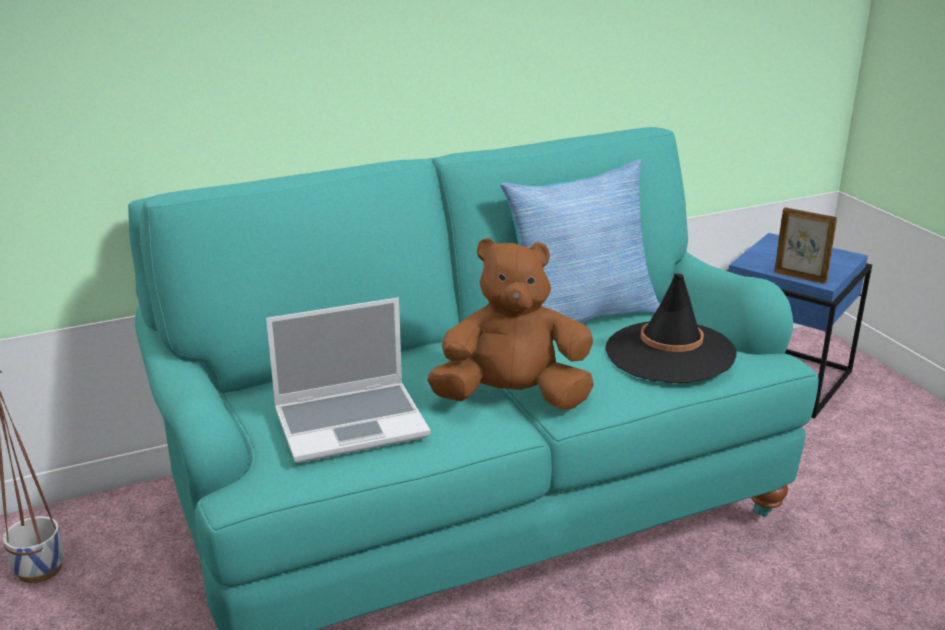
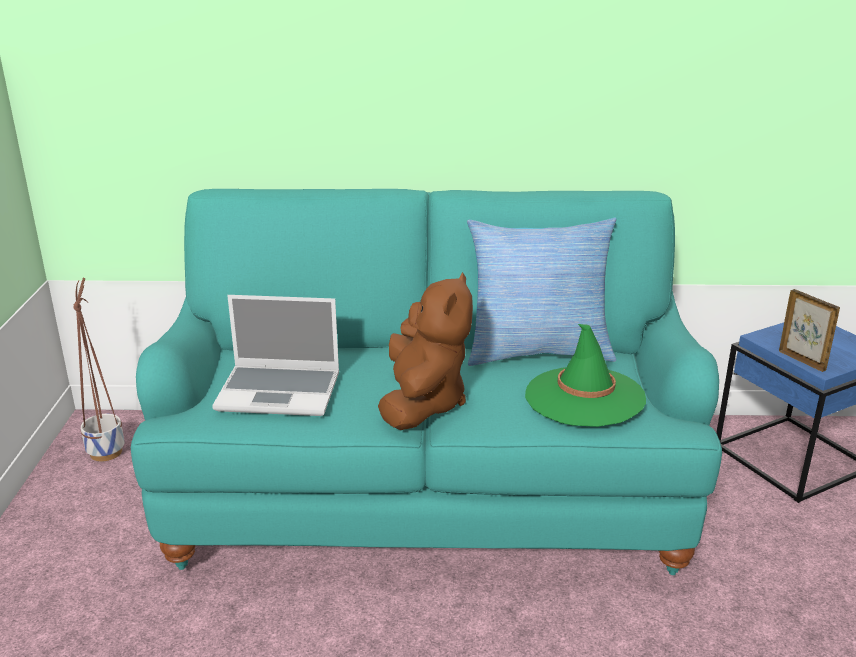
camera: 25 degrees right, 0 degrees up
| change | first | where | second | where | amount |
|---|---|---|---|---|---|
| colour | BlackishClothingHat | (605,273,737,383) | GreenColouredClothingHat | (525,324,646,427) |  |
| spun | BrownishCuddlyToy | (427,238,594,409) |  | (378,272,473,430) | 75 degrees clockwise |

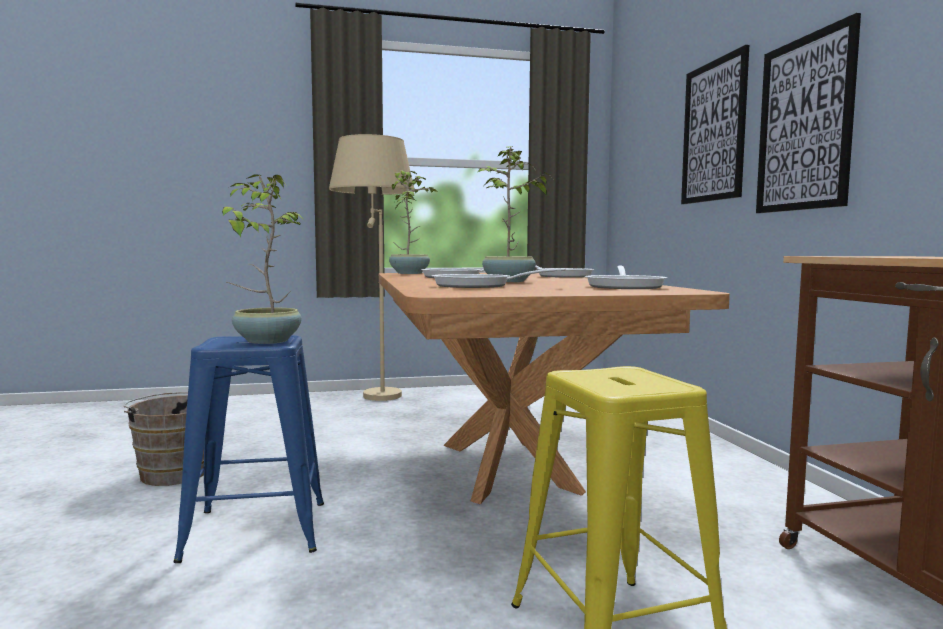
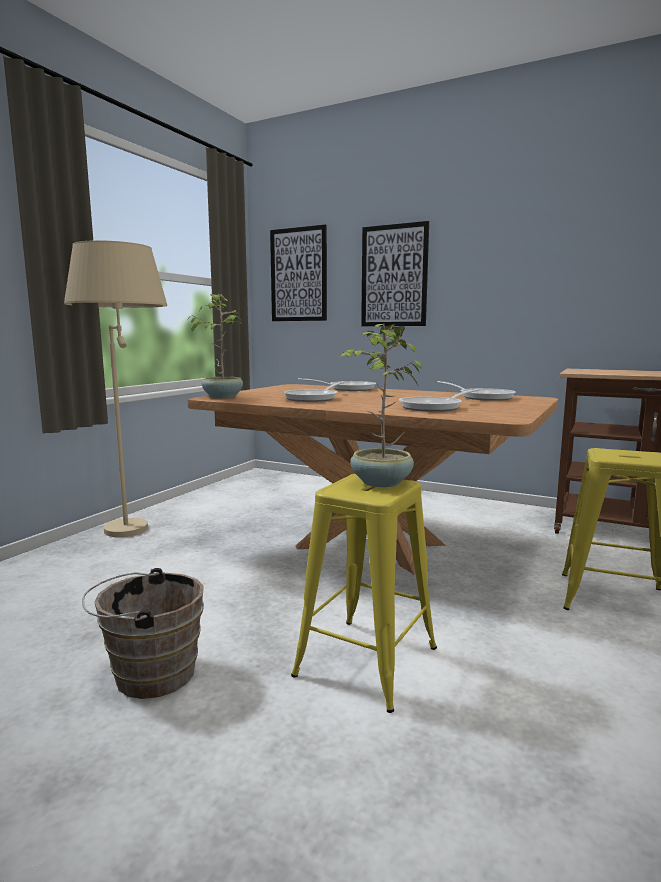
camera: 50 degrees left, 5 degrees up
| change | first | where | second | where | amount |
|---|---|---|---|---|---|
| missing | PlantInAPot | (478,146,553,282) |  |  |  |
| relocated | WallArt | (756,13,861,213) |  | (270,225,327,321) |  |
| colour | BlueColouredSittingStool | (174,335,324,563) | YellowishSittingStool | (291,474,437,713) |  |

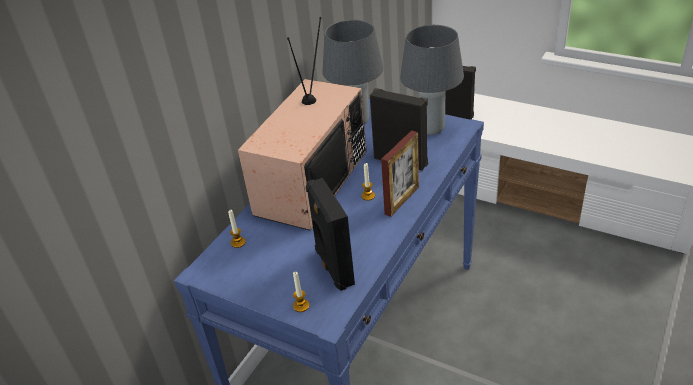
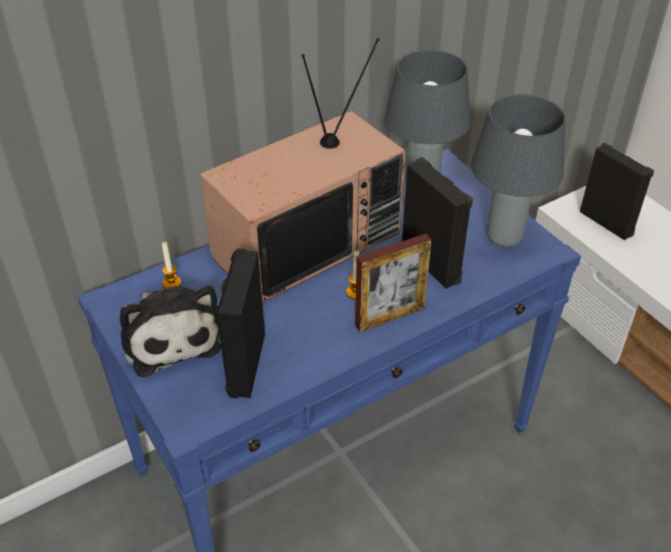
camera: 25 degrees right, 5 degrees up
| change | first | where | second | where | amount |
|---|---|---|---|---|---|
| missing | WaxLight | (293,272,309,312) |  |  |  |
| appeared |  |  | CuddlyToy | (120,286,221,377) |  |

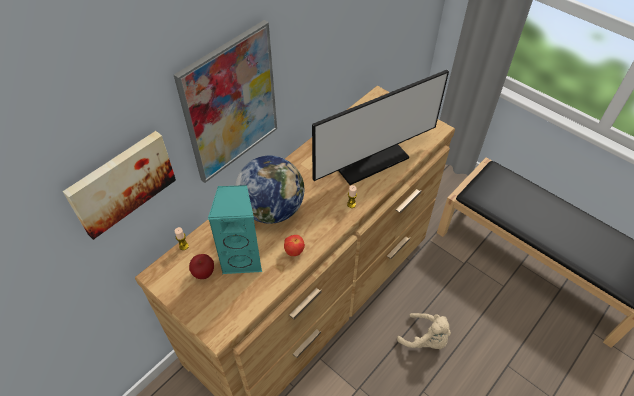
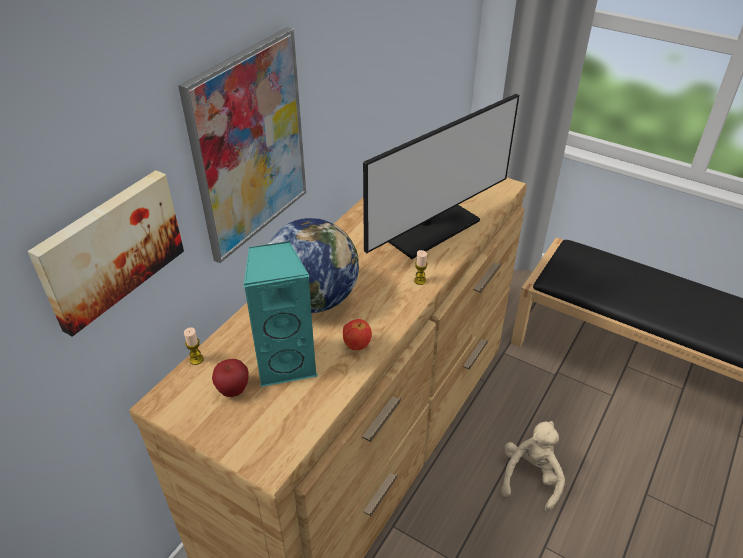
camera: 10 degrees left, 10 degrees down
| change | first | where | second | where | amount |
|---|---|---|---|---|---|
| spun | BeigeColouredCuddlyToy | (397,313,451,349) |  | (501,421,565,512) | 90 degrees counterclockwise |

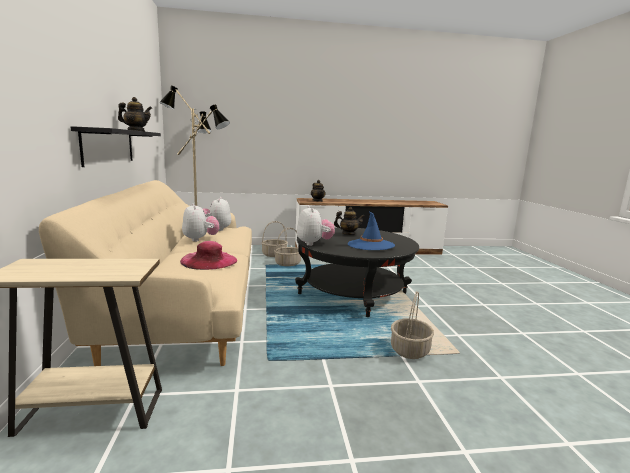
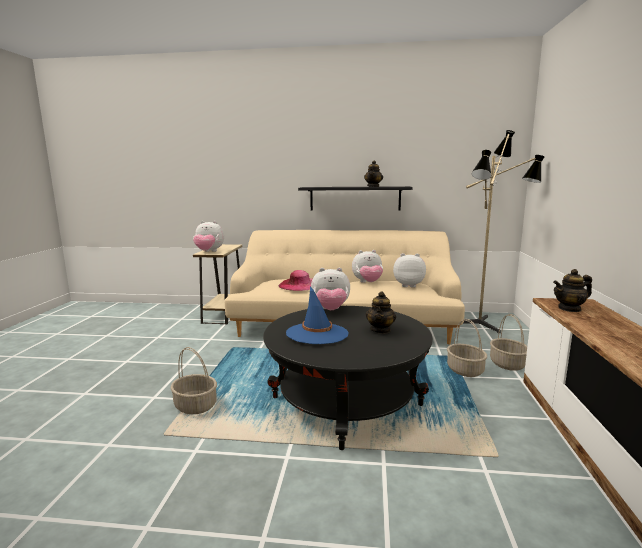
camera: 105 degrees right, 0 degrees up
| change | first | where | second | where | amount |
|---|---|---|---|---|---|
| appeared |  |  | CuddlyToy | (193,221,224,252) |  |

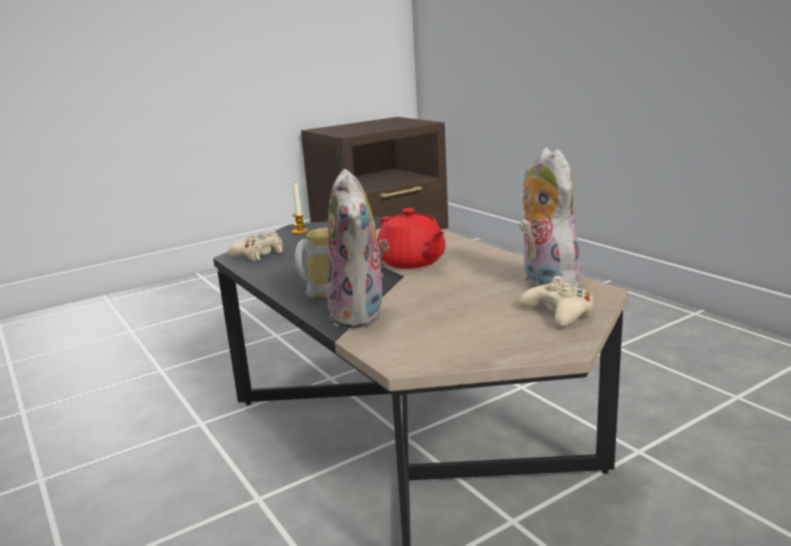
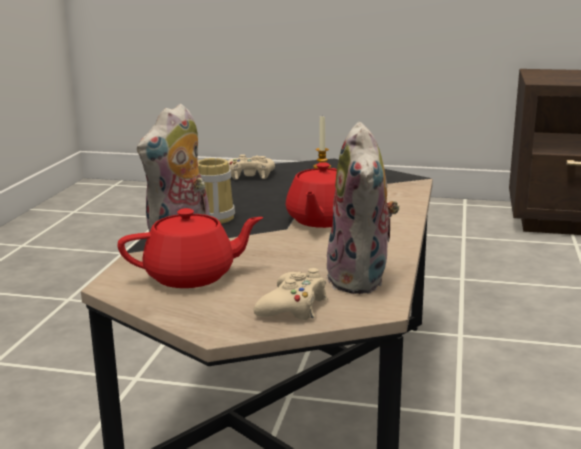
camera: 45 degrees right, 0 degrees up
| change | first | where | second | where | amount |
|---|---|---|---|---|---|
| appeared |  |  | RedTeapot | (117,208,263,288) |  |
| spun | CuddlyToy | (519,148,581,288) |  | (325,122,400,294) | 150 degrees clockwise |

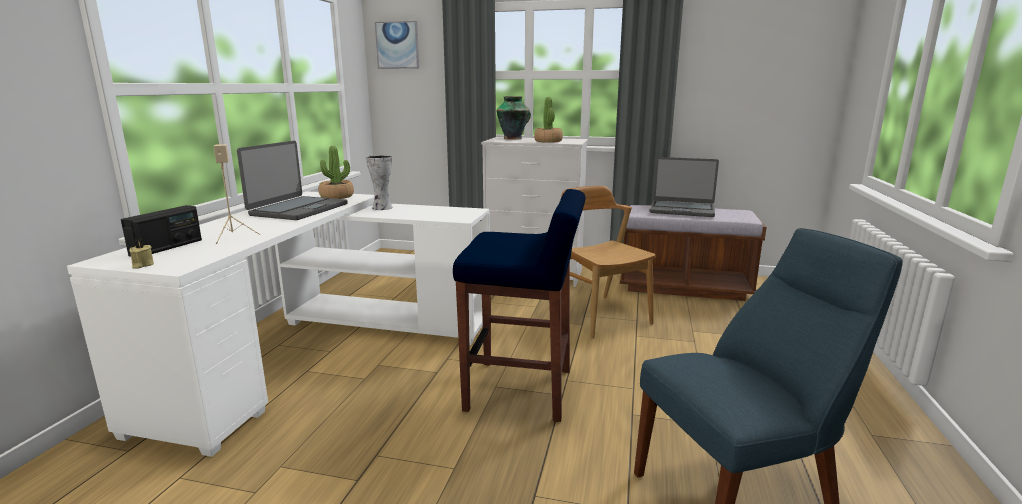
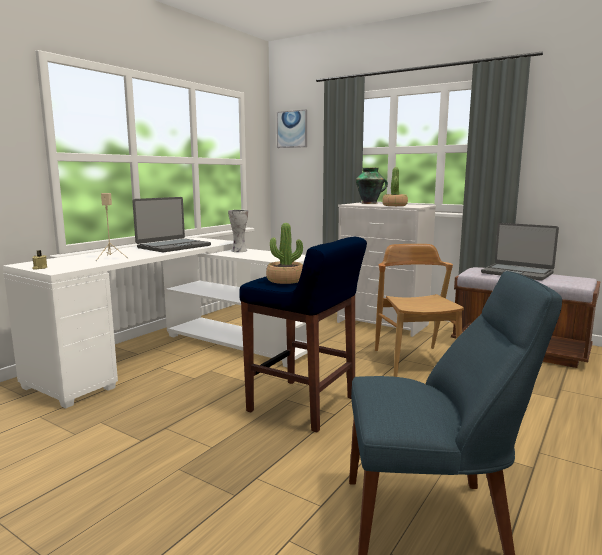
camera: 20 degrees right, 5 degrees down
| change | first | where | second | where | amount |
|---|---|---|---|---|---|
| missing | Radio | (121,205,202,256) |  |  |  |
| relocated | PlantInAPot | (319,146,354,199) |  | (266,223,303,284) |  |

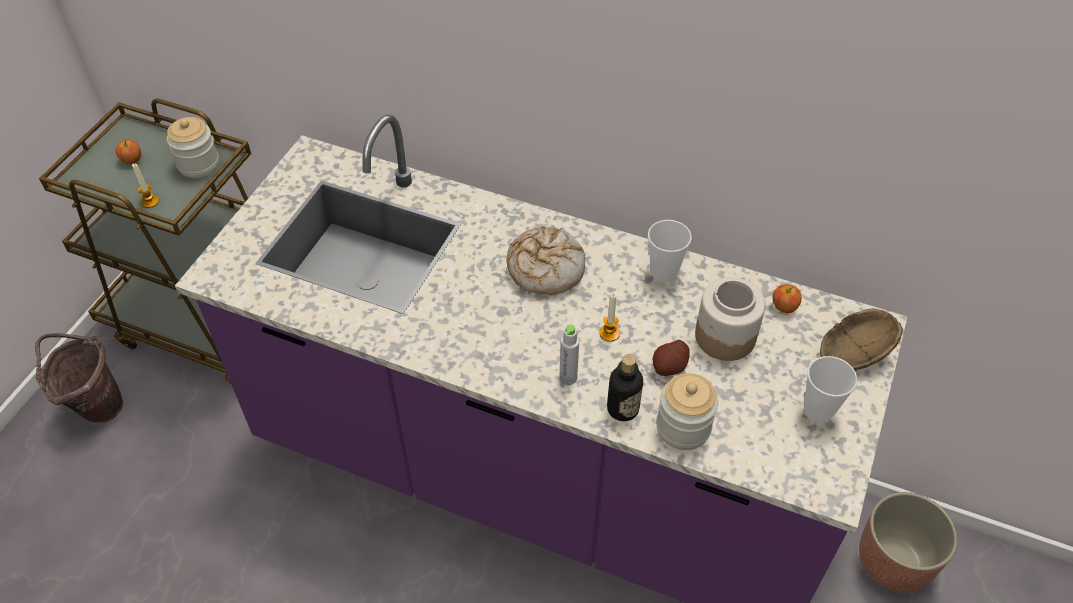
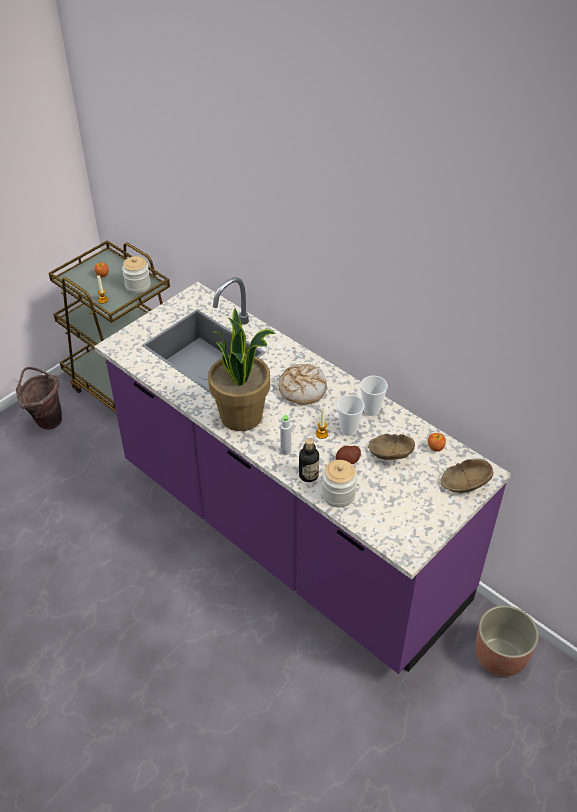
camera: 20 degrees right, 5 degrees down
| change | first | where | second | where | amount |
|---|---|---|---|---|---|
| appeared |  |  | PlantInAPot | (208,308,276,431) |  |
| relocated | SmallCup | (804,356,857,423) |  | (337,395,365,436) |  |
| exchanged | StorageJar | (695,277,766,361) | BrownishServingBowl | (368,434,415,460) |  |

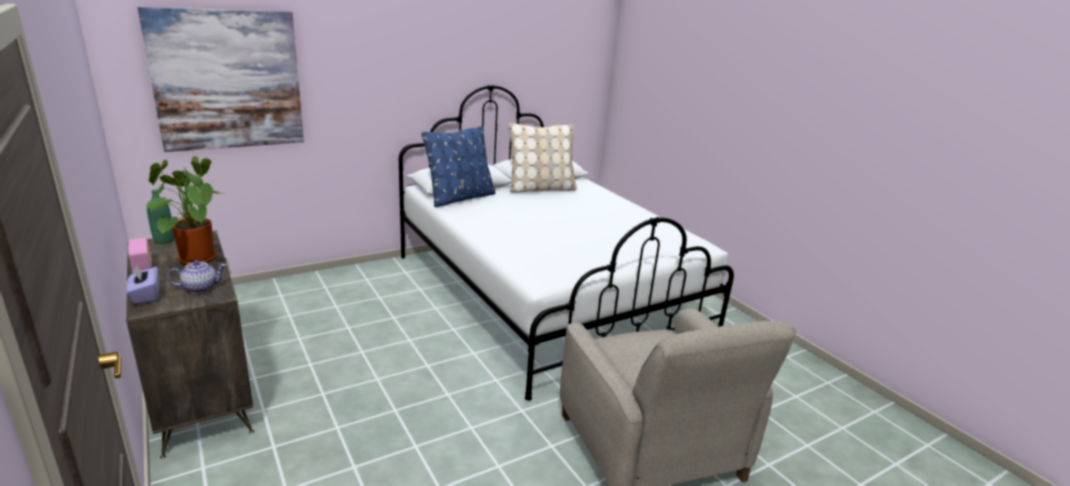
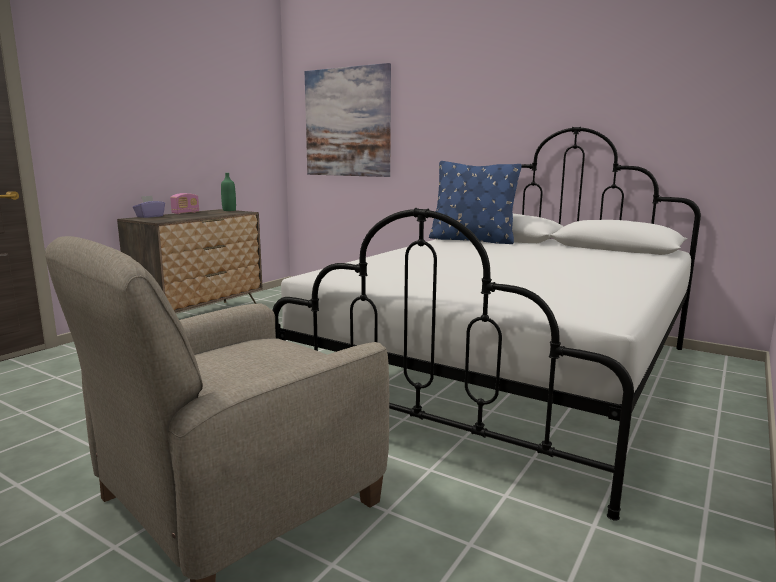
camera: 65 degrees right, 10 degrees down
| change | first | where | second | where | amount |
|---|---|---|---|---|---|
| missing | PlantInAPot | (147,156,223,265) |  |  |  |
| missing | Teapot | (168,260,226,293) |  |  |  |
| missing | BeigeColouredPillow | (508,123,577,193) |  |  |  |

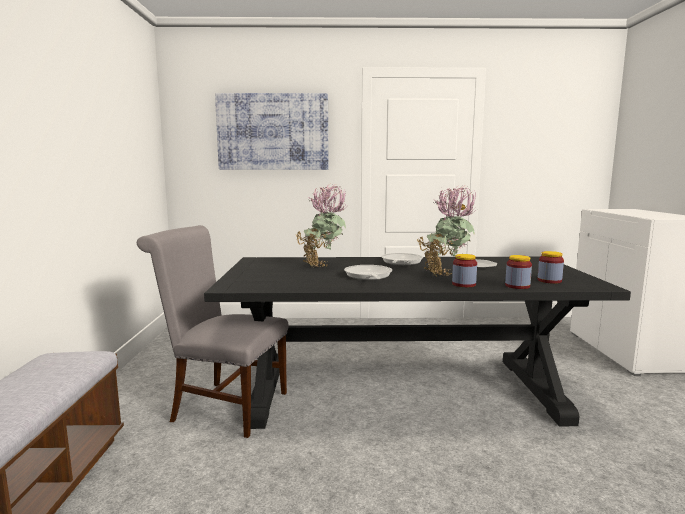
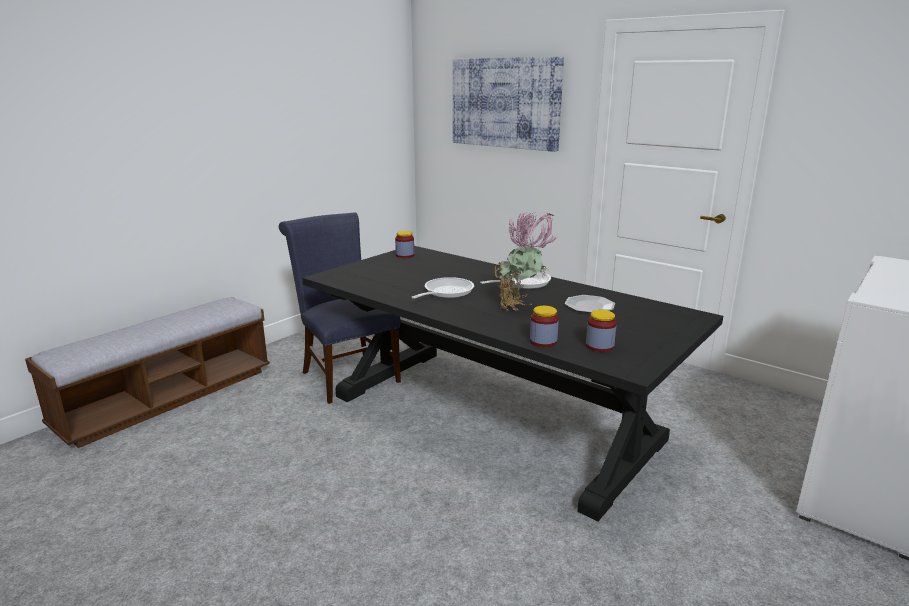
camera: 40 degrees right, 10 degrees up
| change | first | where | second | where | amount |
|---|---|---|---|---|---|
| missing | PlantInAPot | (296,184,346,268) |  |  |  |
| relocated | StorageJar | (452,254,477,287) |  | (395,231,414,258) |  |
| colour | GreyUprightChair | (137,225,289,438) | BlueColouredUprightChair | (279,212,401,404) |  |

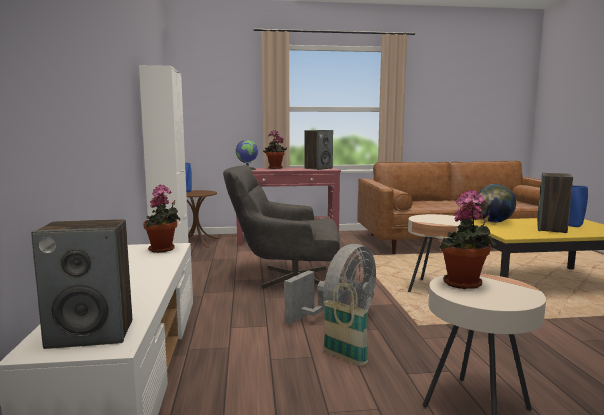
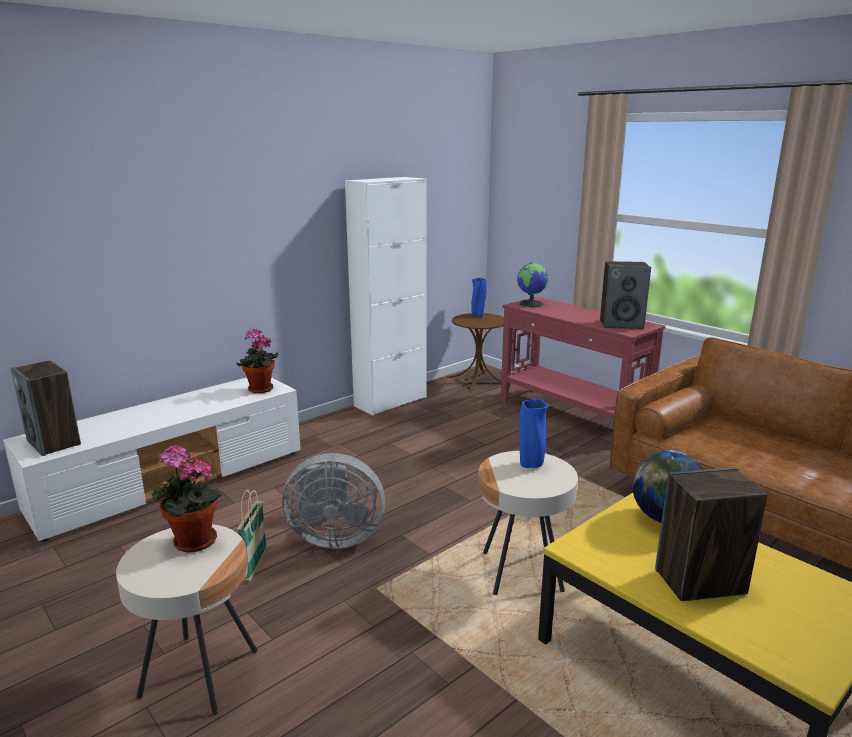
camera: 55 degrees right, 10 degrees up
| change | first | where | second | where | amount |
|---|---|---|---|---|---|
| missing | GreyEasyChair | (223,165,340,289) |  |  |  |
| missing | PlantInAPot | (263,130,287,169) |  |  |  |
| relocated | BlueColouredVase | (568,186,588,227) |  | (519,399,548,468) |  |

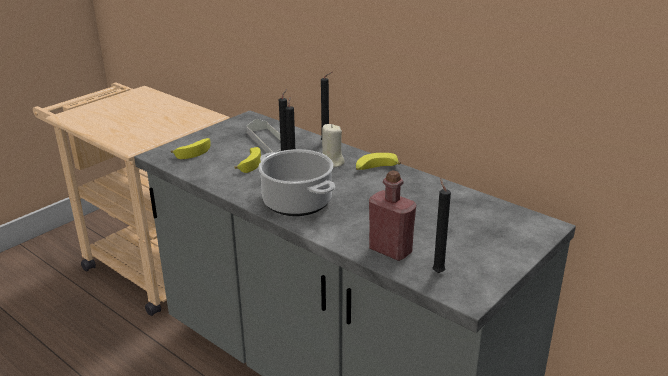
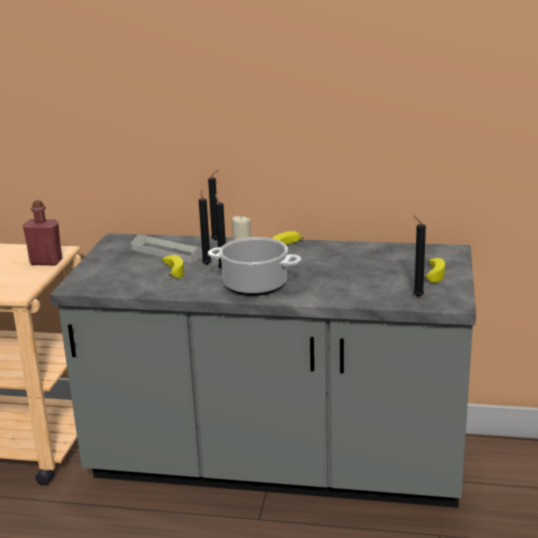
camera: 30 degrees left, 5 degrees down
| change | first | where | second | where | amount |
|---|---|---|---|---|---|
| relocated | Banana | (171,138,211,159) |  | (424,258,445,283) |  |
| relocated | RedDrinkBottle | (369,171,416,261) |  | (23,200,62,265) |  |

